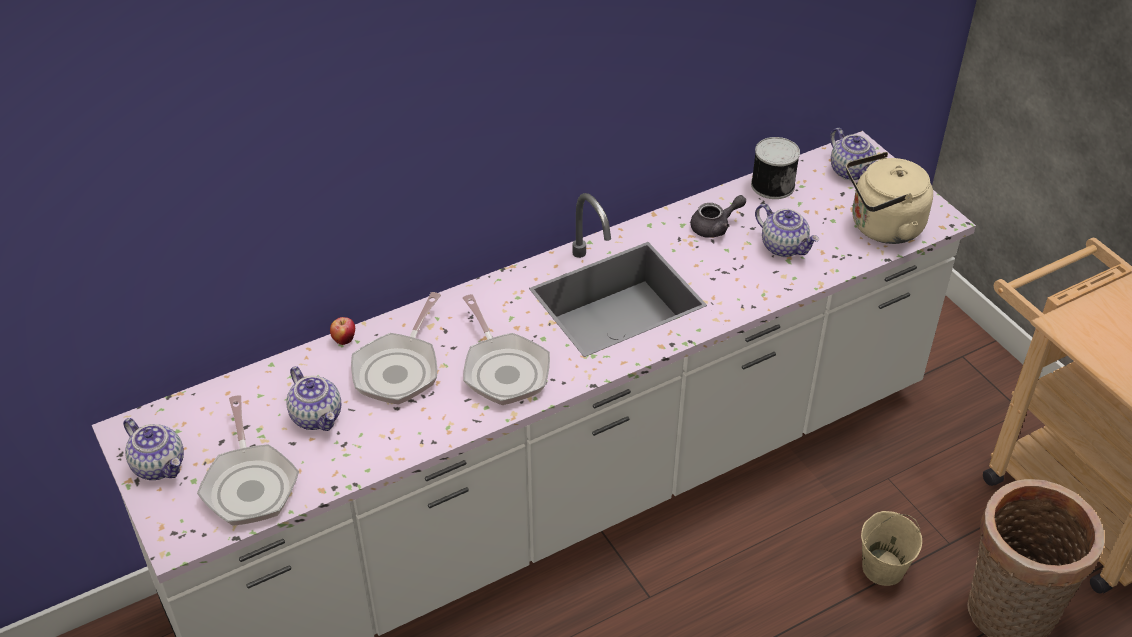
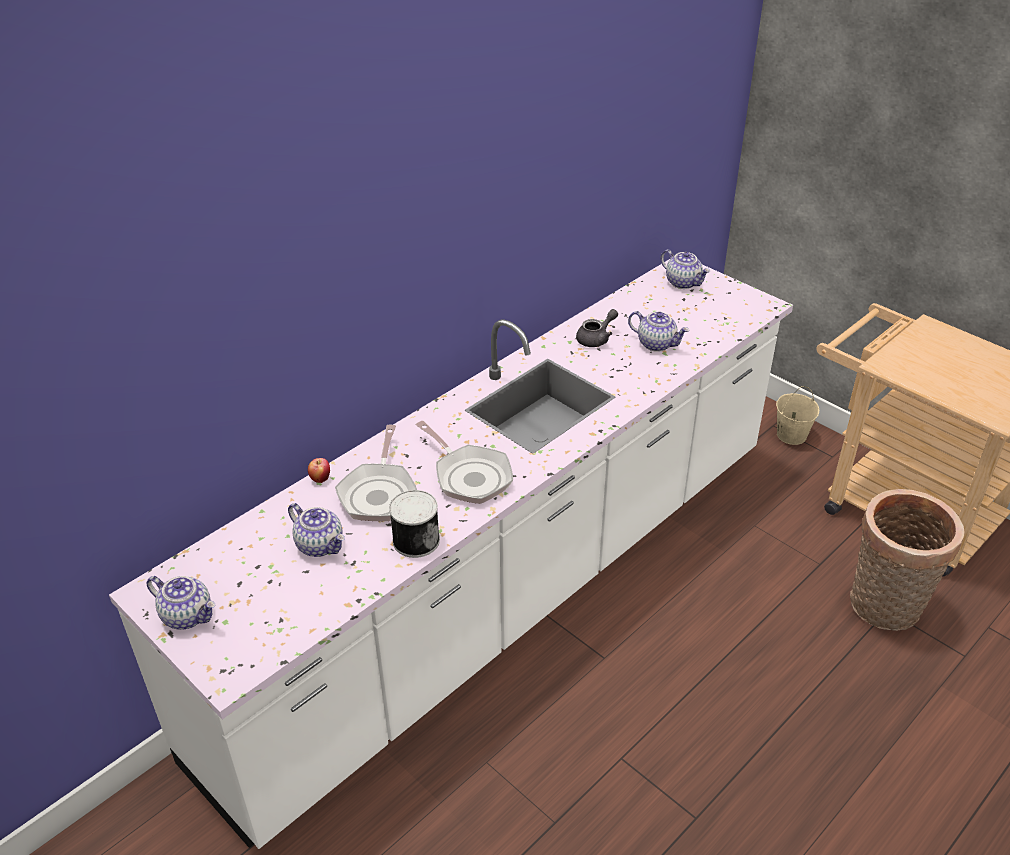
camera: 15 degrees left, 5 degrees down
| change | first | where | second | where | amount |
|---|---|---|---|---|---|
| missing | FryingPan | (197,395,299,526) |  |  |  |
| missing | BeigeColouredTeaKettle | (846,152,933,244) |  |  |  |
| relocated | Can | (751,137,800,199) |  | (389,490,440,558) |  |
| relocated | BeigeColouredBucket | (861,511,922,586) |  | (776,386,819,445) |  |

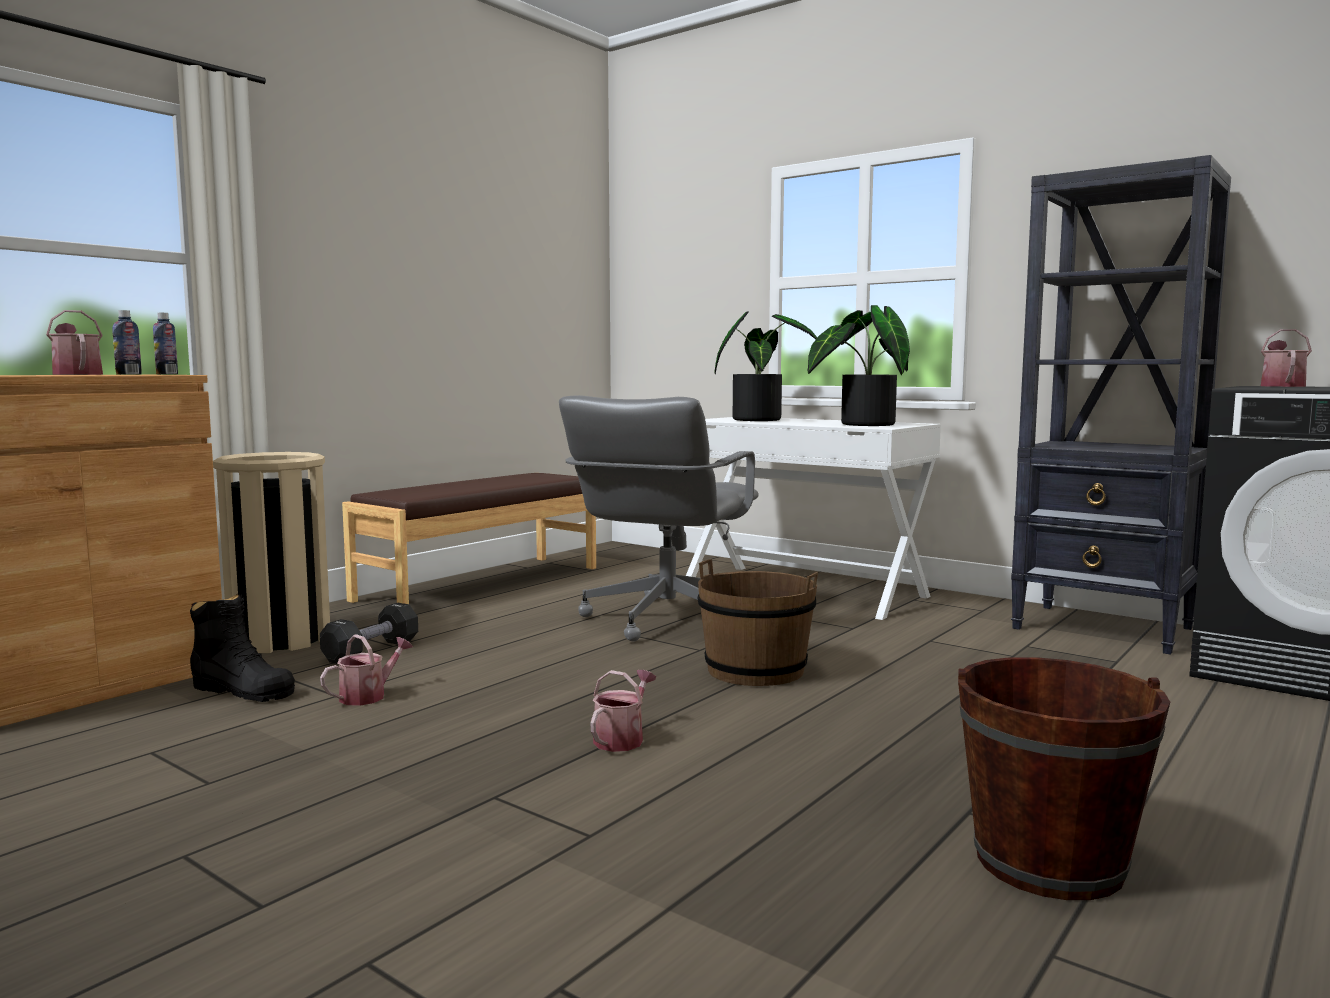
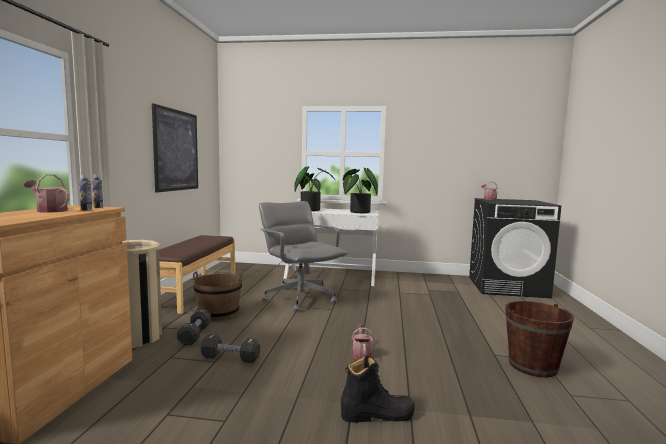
camera: 30 degrees left, 0 degrees up
| change | first | where | second | where | amount |
|---|---|---|---|---|---|
| missing | BlackishBookcase | (1011,155,1231,655) |  |  |  |
| appeared |  |  | WallArt | (152,103,198,192) |  |
| relocated | BlackishTallBoot | (190,593,295,702) |  | (341,356,415,423) |  |
| relocated | BrownishBucket | (698,559,818,686) |  | (193,271,243,321) |  |
| exchanged | WateringCan | (320,634,413,706) | BlackishHandWeight | (201,334,260,363) |  |
| spun | GreyDeskChair | (559,395,759,641) |  | (259,201,347,312) | 150 degrees clockwise |

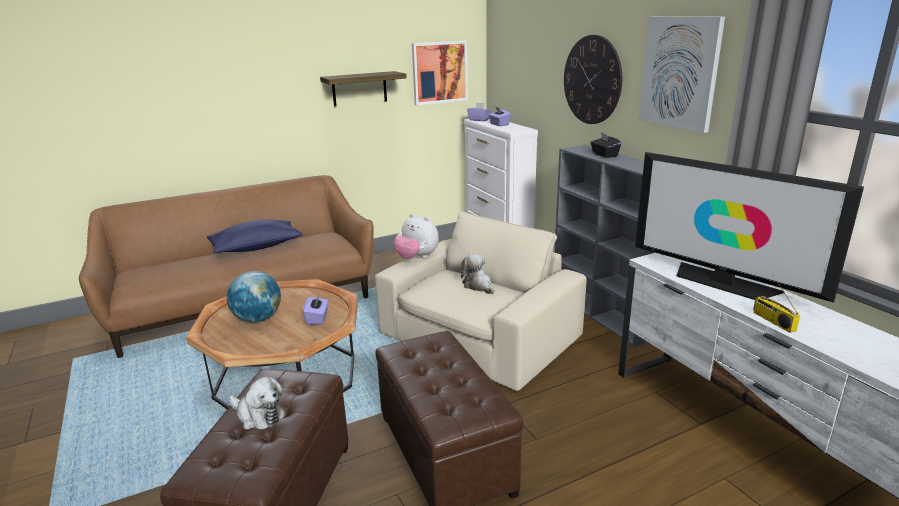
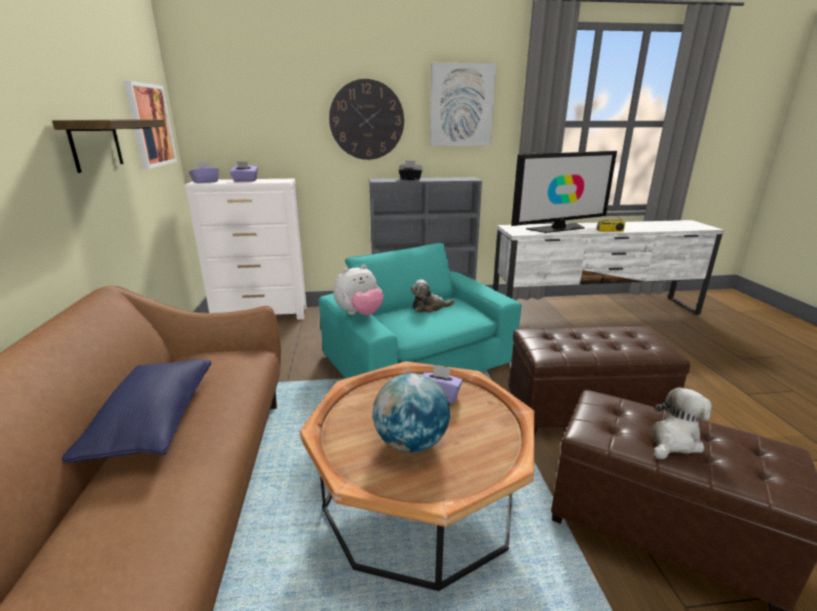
camera: 70 degrees left, 0 degrees up
| change | first | where | second | where | amount |
|---|---|---|---|---|---|
| colour | BeigeColouredEasyChair | (375,211,587,391) | BlueGreenEasyChair | (319,243,521,379) |  |

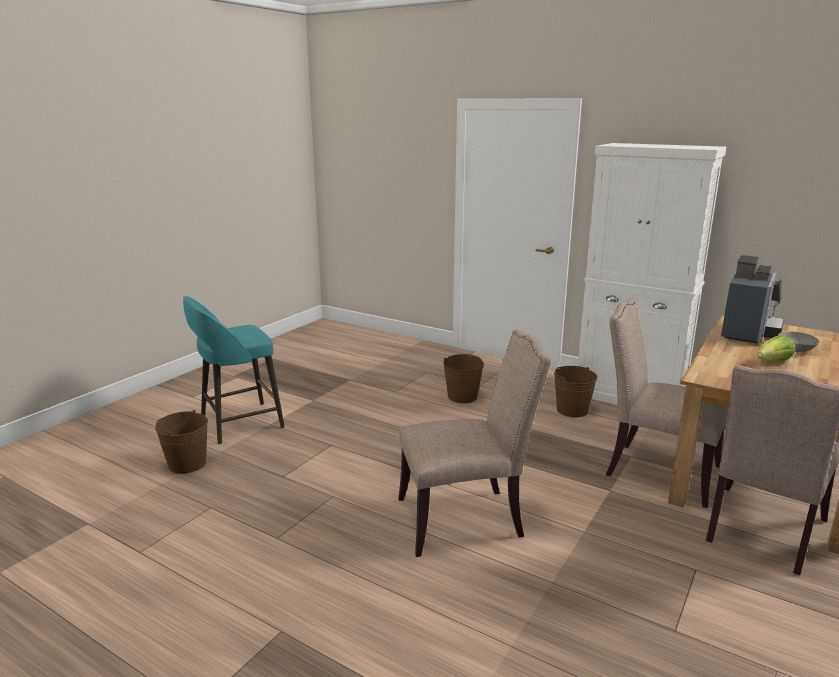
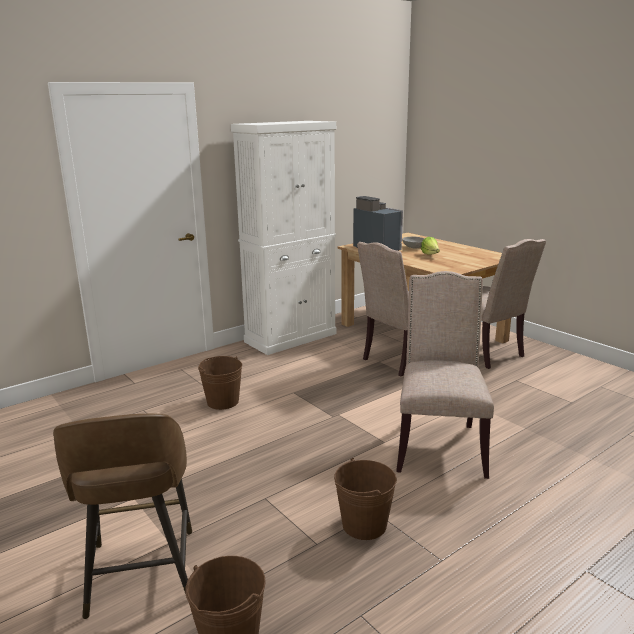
camera: 70 degrees left, 0 degrees up
| change | first | where | second | where | amount |
|---|---|---|---|---|---|
| relocated | BrownishBucket | (554,366,597,417) |  | (334,458,397,540) |  |
| colour | BlueGreenSittingStool | (183,296,285,444) | BrownishSittingStool | (53,414,192,619) |  |

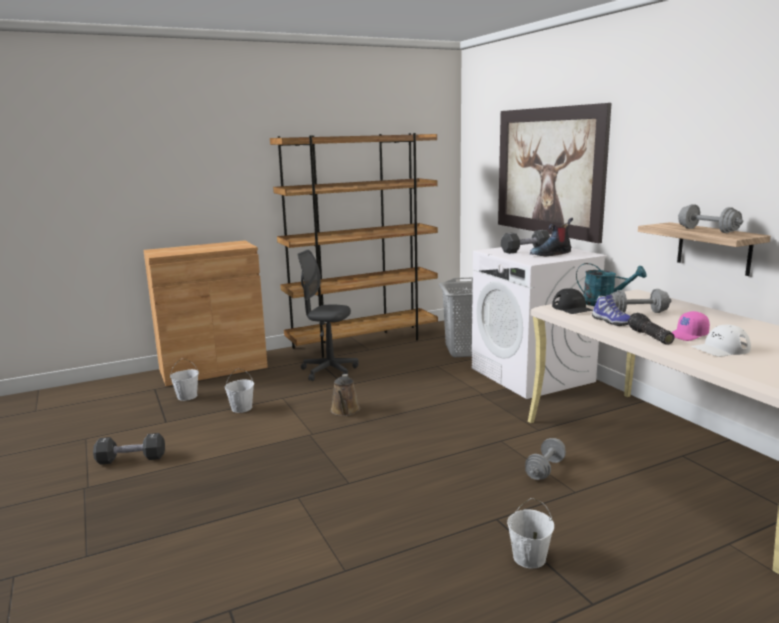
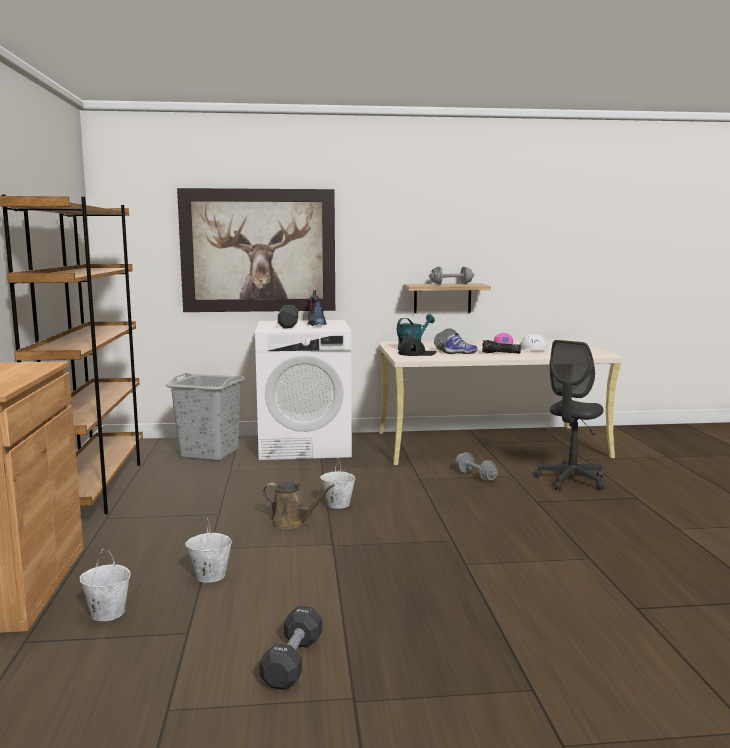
camera: 70 degrees left, 5 degrees down
| change | first | where | second | where | amount |
|---|---|---|---|---|---|
| relocated | GreyDeskChair | (297,250,358,381) |  | (534,340,604,490) |  |
| relocated | WhiteColouredBucket | (507,498,554,569) |  | (320,458,355,509) |  |

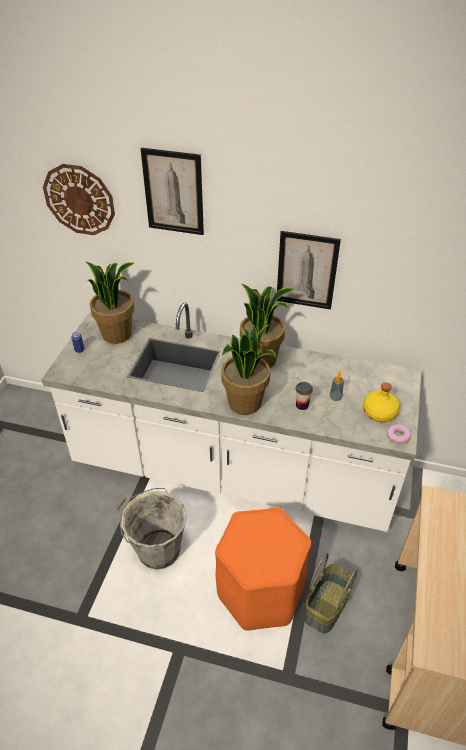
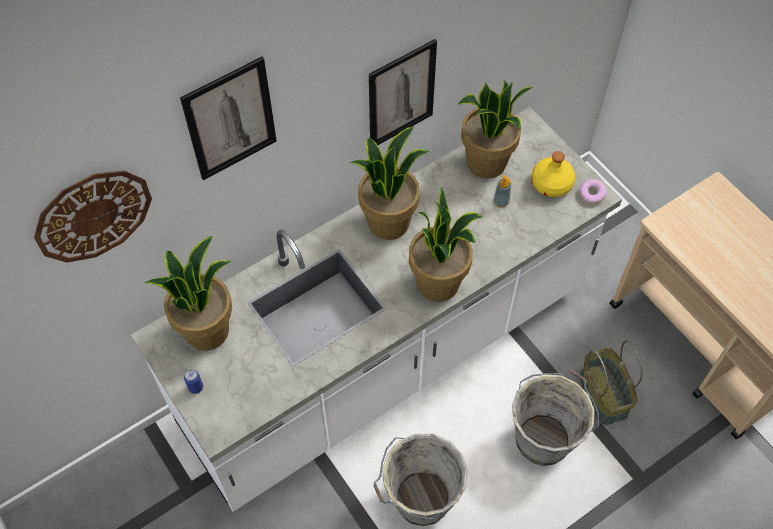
camera: 50 degrees left, 15 degrees up
| change | first | where | second | where | amount |
|---|---|---|---|---|---|
| missing | SmallCup | (295,382,313,410) |  |  |  |
| appeared |  |  | PlantInAPot | (458,79,533,179) |  |
| exchanged | OrangeySittingStool | (215,507,311,631) | GreyBucket | (512,369,599,466) |  |

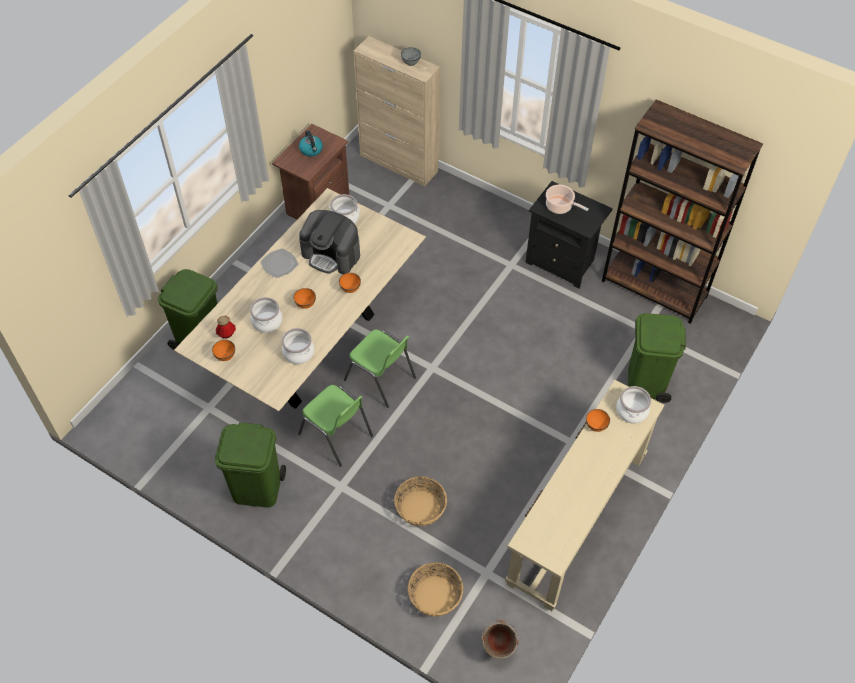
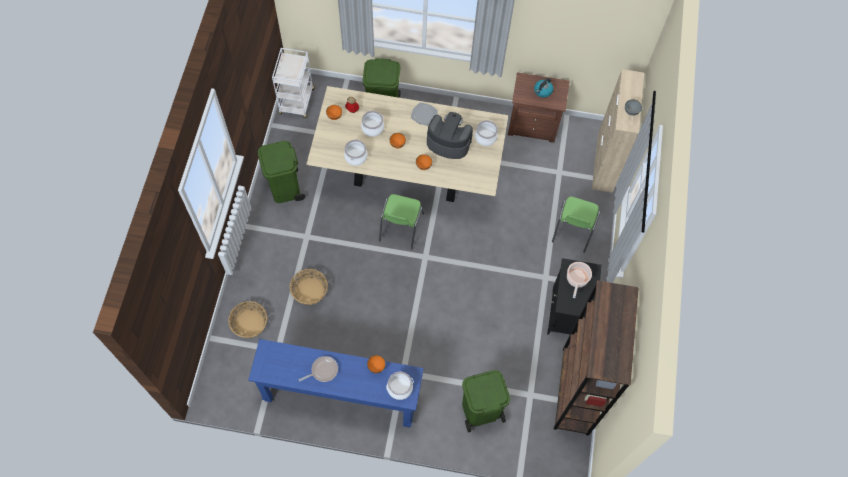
camera: 65 degrees right, 10 degrees up
| change | first | where | second | where | amount |
|---|---|---|---|---|---|
| missing | GreenColouredBucket | (482,620,519,659) |  |  |  |
| appeared |  |  | WhiteColouredWheeledCart | (272,48,315,118) |  |
| appeared |  |  | FryingPan | (299,356,338,382) |  |
| relocated | GreenColouredUprightChair | (298,385,373,467) |  | (552,197,600,253) |  |
| colour | BeigeColouredHallTable | (505,380,664,611) | BlueColouredHallTable | (248,339,424,427) |  |
| spun | CoffeeMachine | (299,210,360,274) |  | (427,112,473,159) | 105 degrees clockwise |

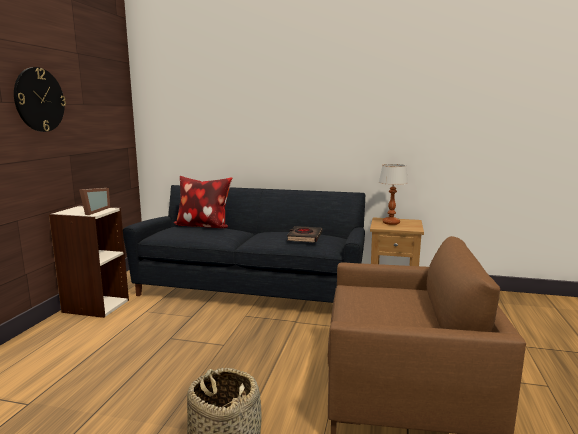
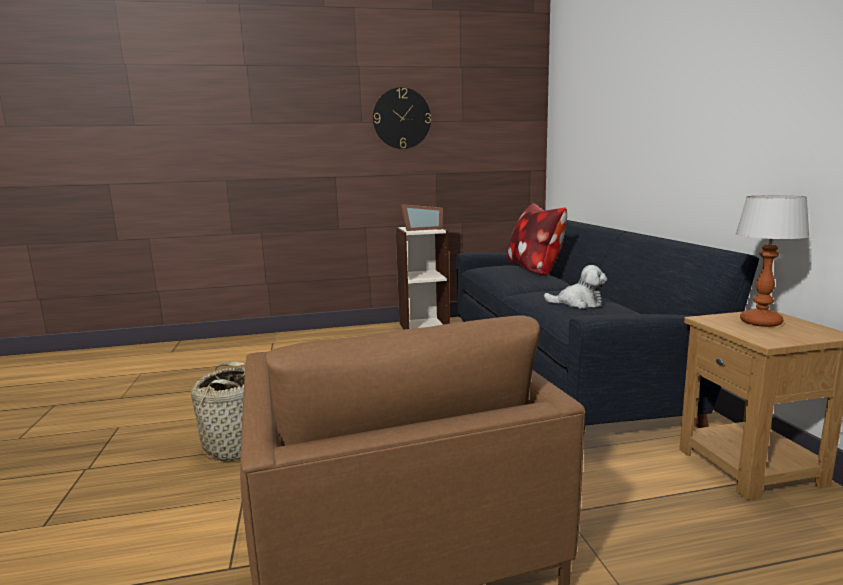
camera: 65 degrees right, 0 degrees up
| change | first | where | second | where | amount |
|---|---|---|---|---|---|
| exchanged | BlackishBoundBook | (287,226,322,243) | CuddlyToy | (544,265,607,308) |  |

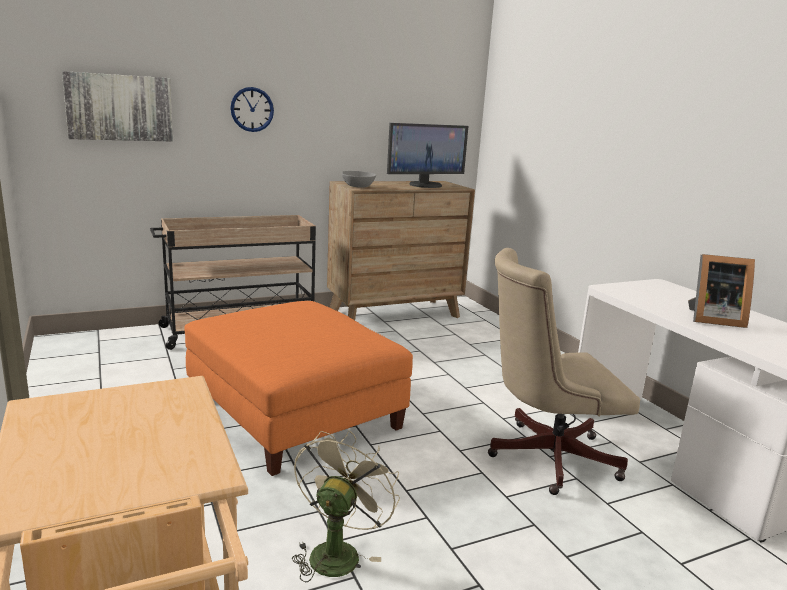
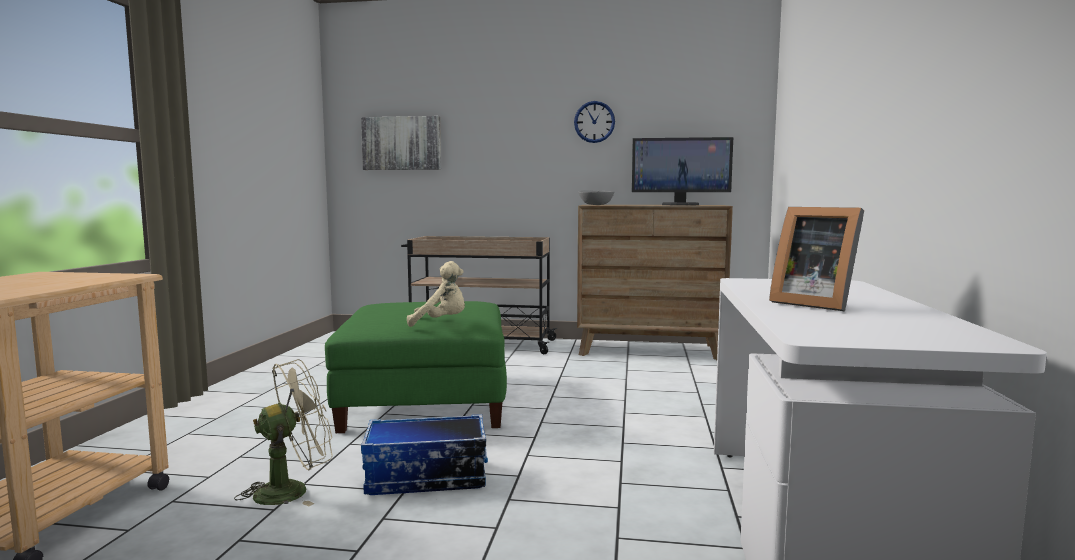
camera: 35 degrees right, 10 degrees down
| change | first | where | second | where | amount |
|---|---|---|---|---|---|
| missing | BeigeColouredDeskChair | (488,248,640,495) |  |  |  |
| appeared |  |  | StorageContainer | (361,414,488,495) |  |
| appeared |  |  | BeigeColouredCuddlyToy | (407,261,465,327) |  |
| relocated | HangingClock | (230,87,274,132) |  | (574,101,615,143) |  |
| colour | OrangeyFootrest | (184,301,413,476) | GreenColouredFootrest | (325,301,507,433) |  |

